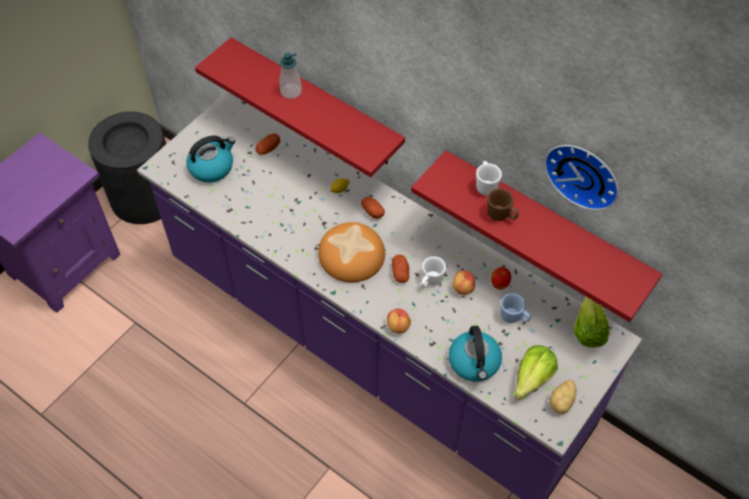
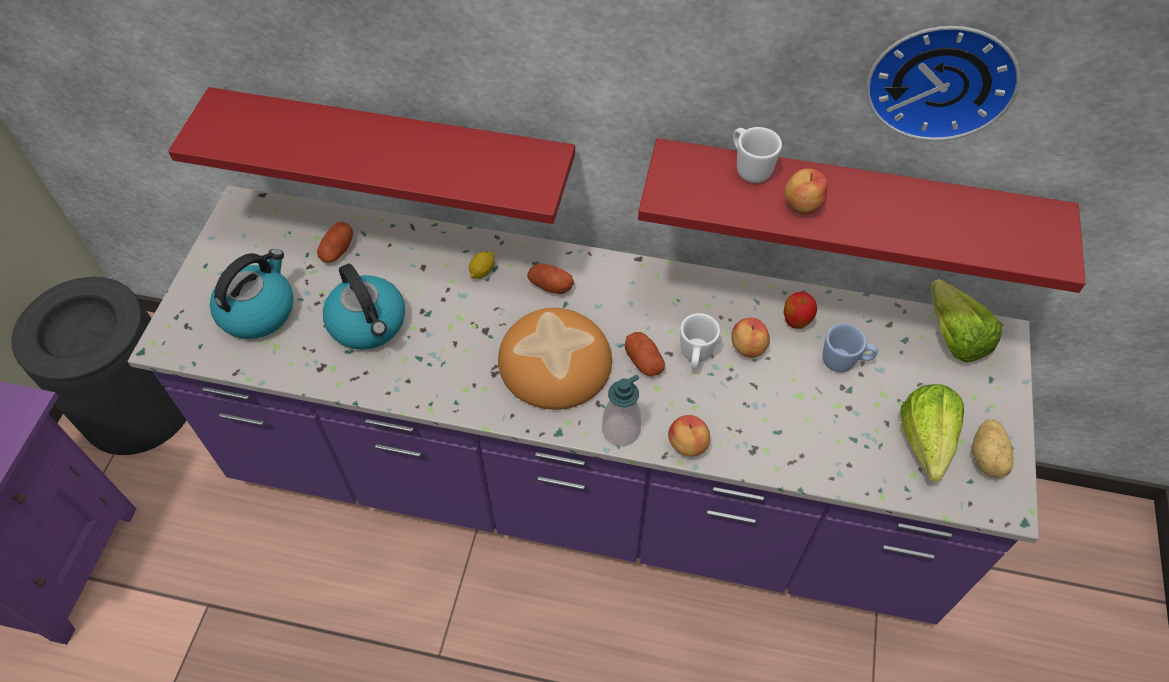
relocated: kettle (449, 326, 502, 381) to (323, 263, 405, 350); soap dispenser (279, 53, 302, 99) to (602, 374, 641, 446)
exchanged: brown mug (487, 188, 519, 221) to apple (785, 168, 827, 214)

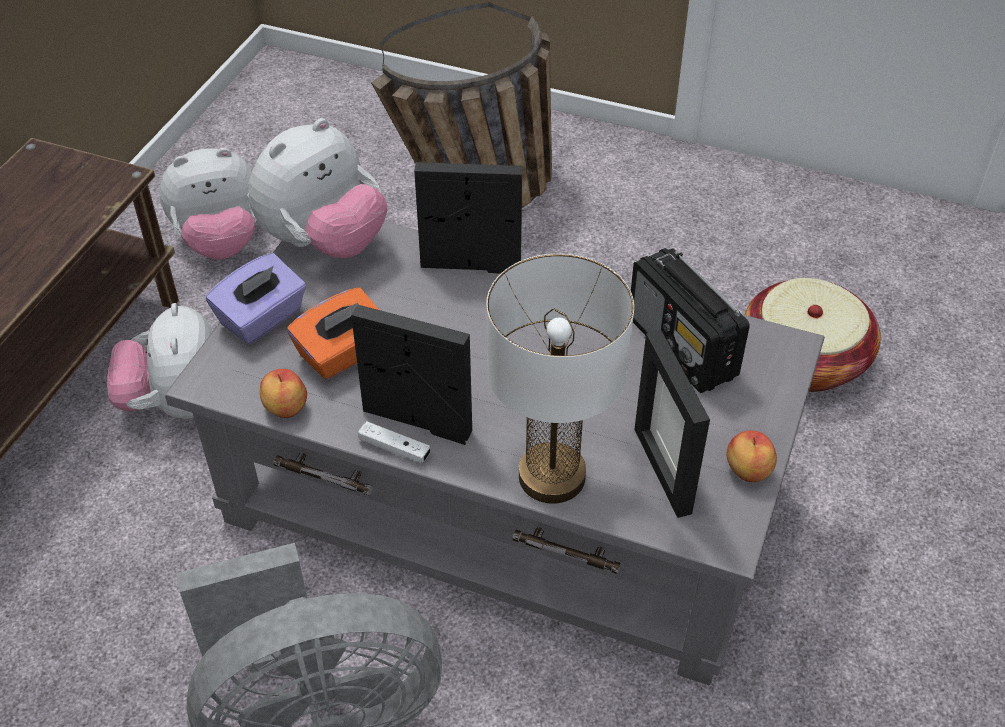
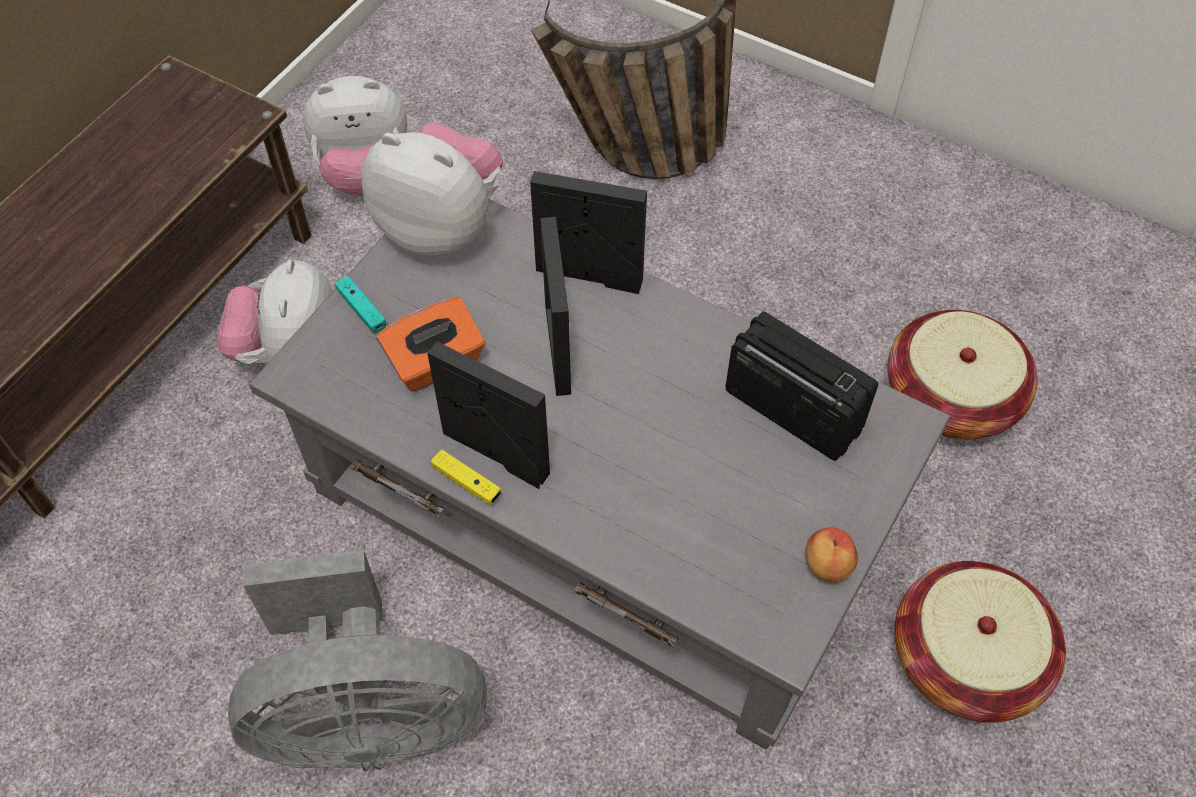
missing: apple (260, 369, 307, 418); table lamp (487, 254, 634, 504)
appeared: basket (894, 561, 1066, 723)
relocated: picture frame (634, 330, 710, 518) to (540, 217, 571, 396)
exchanged: purple tissue box (206, 253, 306, 344) to turquoise game controller (335, 276, 387, 333)
colour: white game controller (358, 421, 431, 463) to yellow game controller (431, 450, 501, 505)
spun: plush toy (249, 118, 387, 258) = (361, 122, 503, 256) 120 degrees counterclockwise; radio (631, 248, 750, 393) = (725, 312, 878, 461) 150 degrees clockwise

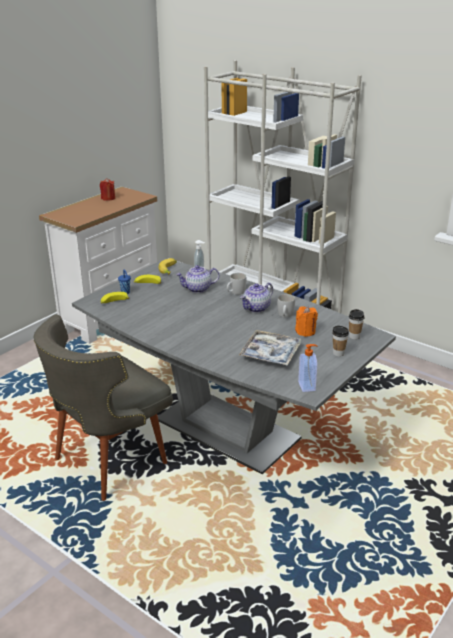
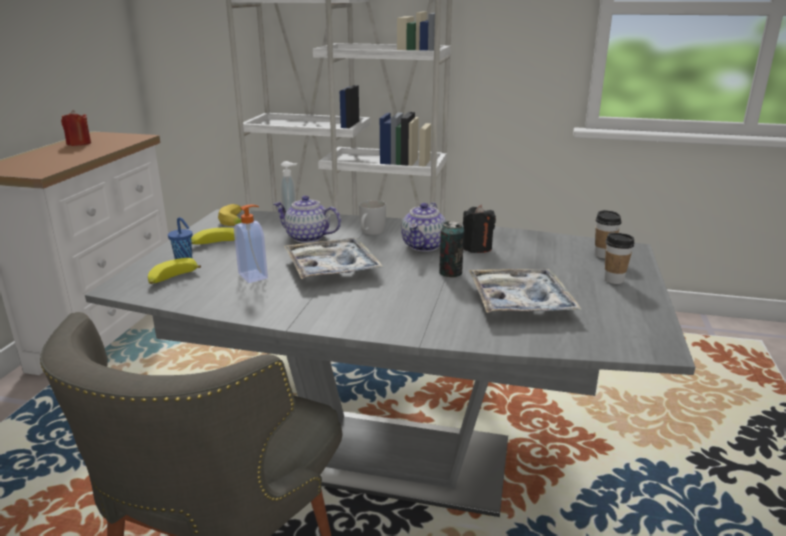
missing: orange candle (295, 306, 318, 337)
appeared: tray (284, 238, 383, 279); can (439, 221, 464, 278)
relocated: soap dispenser (298, 344, 318, 392) to (234, 204, 268, 283)
exchanged: white mug (278, 294, 295, 318) to black candle (463, 205, 496, 253)
spun: teapot (176, 265, 219, 293) = (273, 195, 341, 243) 60 degrees clockwise

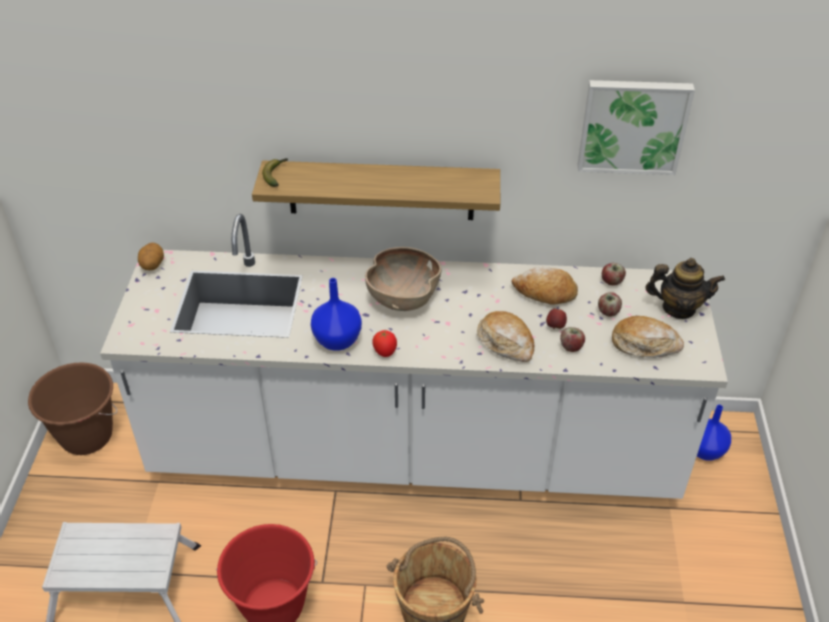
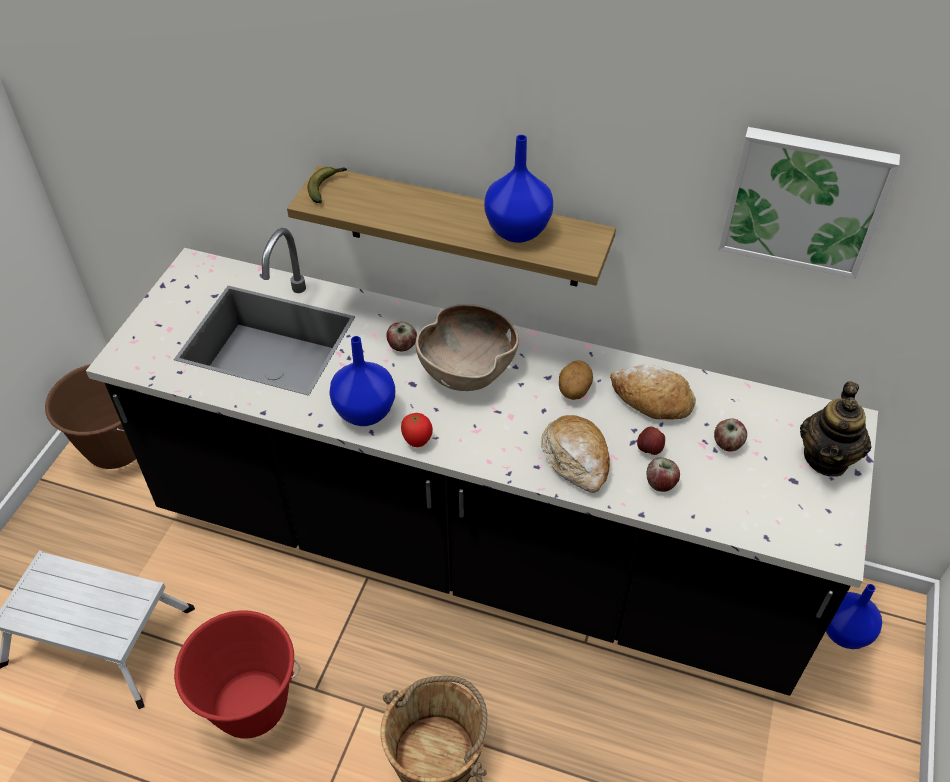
missing: bread (612, 316, 684, 358)
appeared: blue vase (484, 135, 553, 243)
relocated: apple (602, 263, 626, 286) to (386, 322, 417, 351); potato (138, 243, 164, 270) to (559, 360, 593, 400)
colour: white counter (100, 214, 728, 499) to black counter (86, 228, 878, 696)
spun: teapot (645, 258, 725, 319) = (800, 381, 871, 477) 90 degrees clockwise

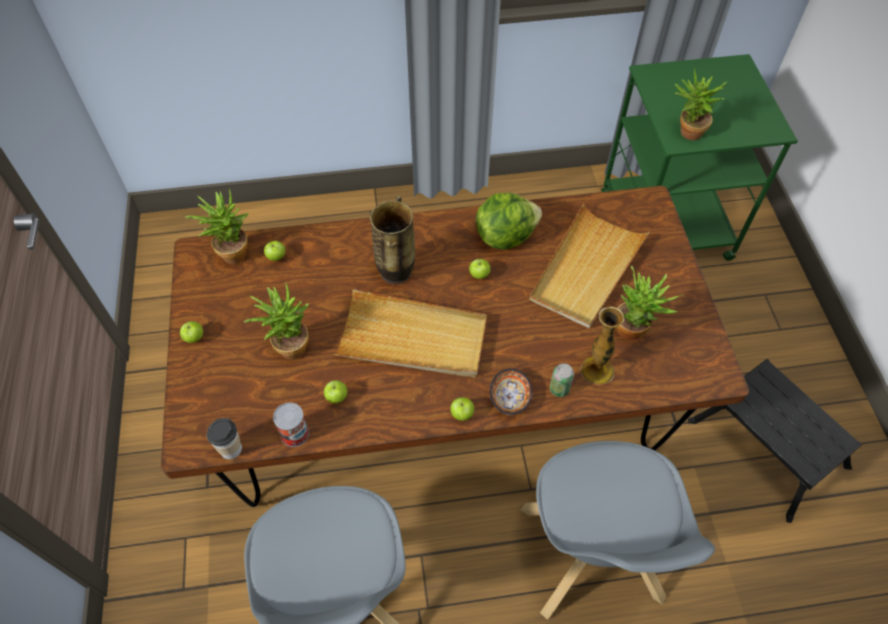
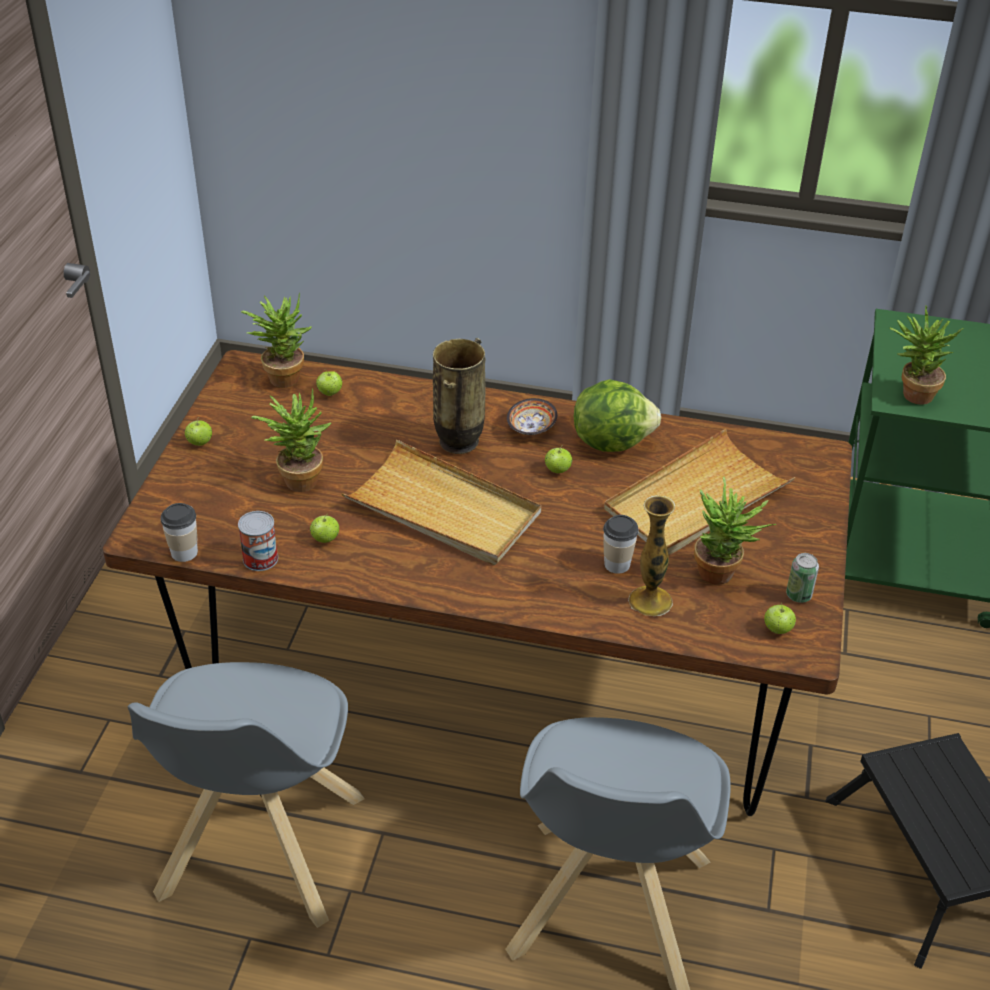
appeared: cup (603, 515, 639, 574)
relocated: bowl (490, 368, 532, 415) to (507, 398, 557, 435); apple (450, 397, 475, 421) to (764, 602, 796, 634); can (550, 363, 574, 397) to (786, 553, 819, 603)

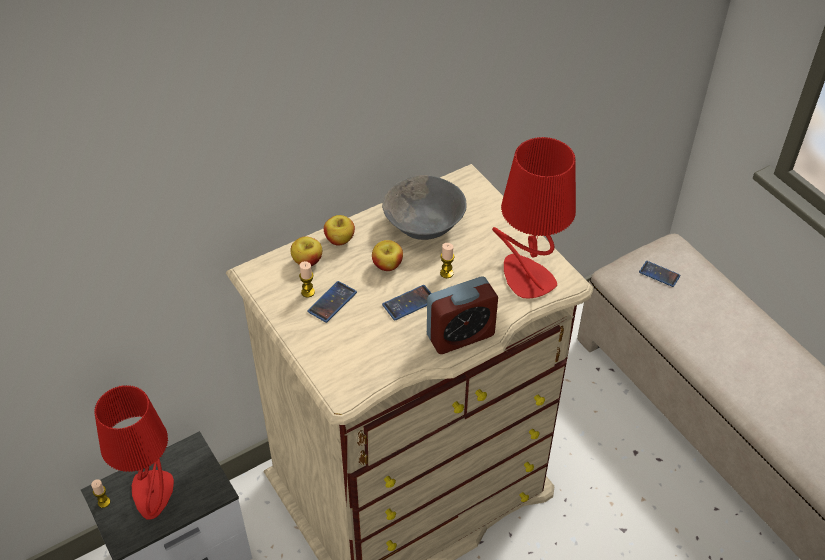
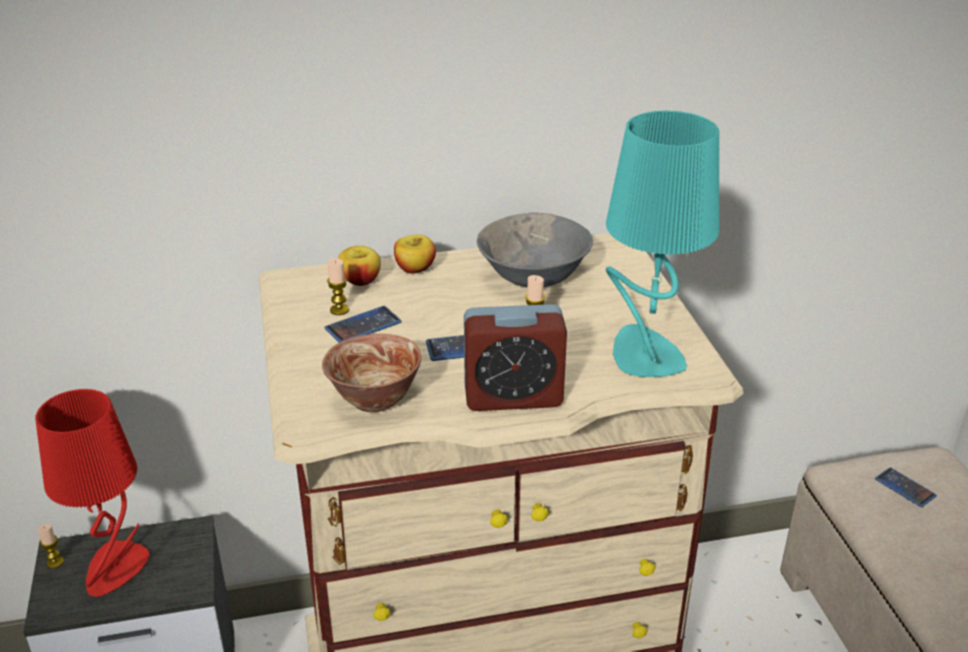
missing: apple (372, 240, 403, 271)
appeared: bowl (322, 334, 421, 412)
colour: red table lamp (492, 137, 576, 299) to turquoise table lamp (606, 110, 719, 377)

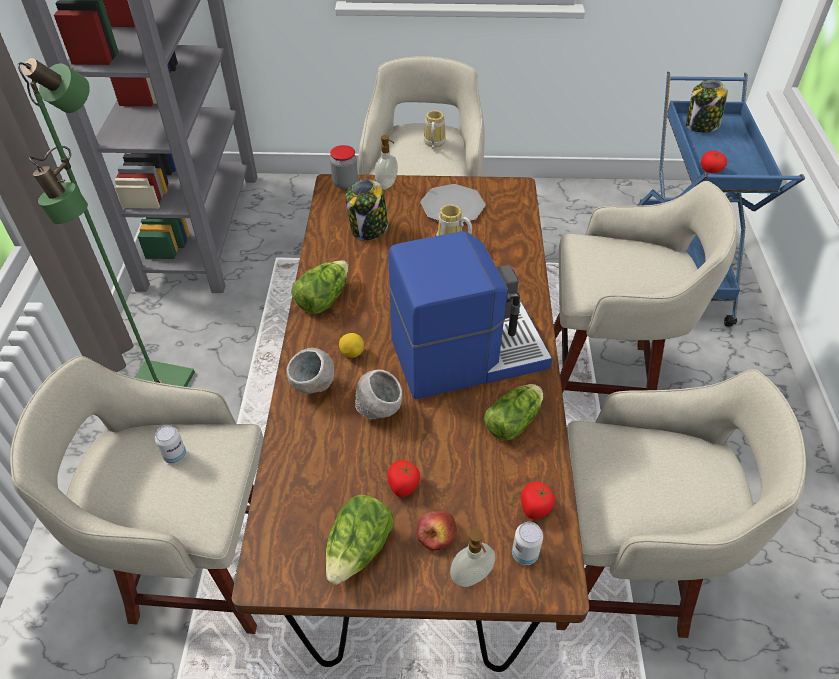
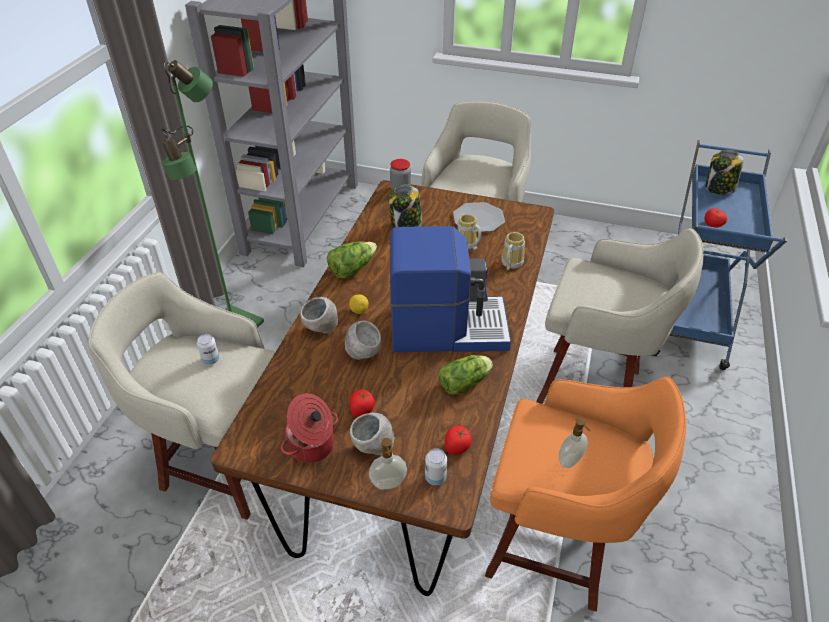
relocated: mug (424, 110, 446, 149) to (501, 232, 525, 270); soap dispenser (375, 135, 398, 190) to (559, 418, 591, 468)
exchanged: lettuce (326, 495, 394, 585) to cooking pot (281, 394, 338, 463); apple (417, 511, 457, 550) to grey bowl (350, 413, 395, 455)
colour: beige stool (556, 369, 806, 638) to orange stool (485, 376, 686, 612)

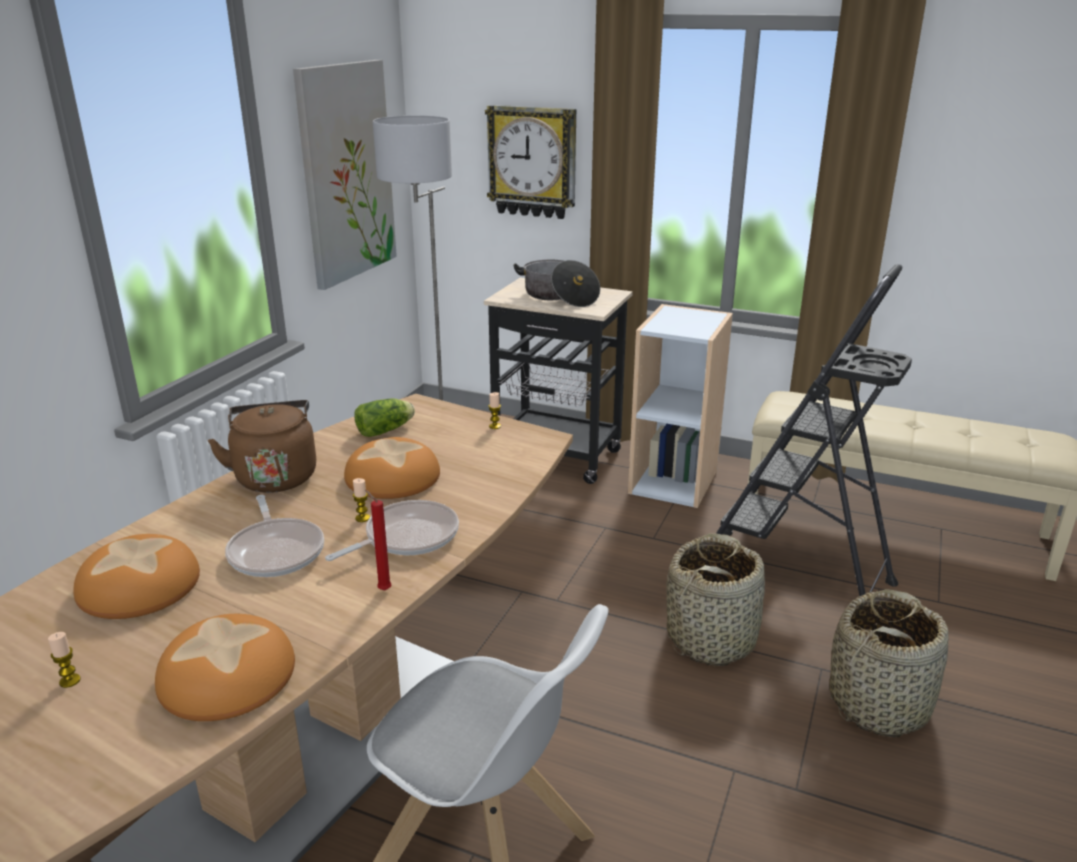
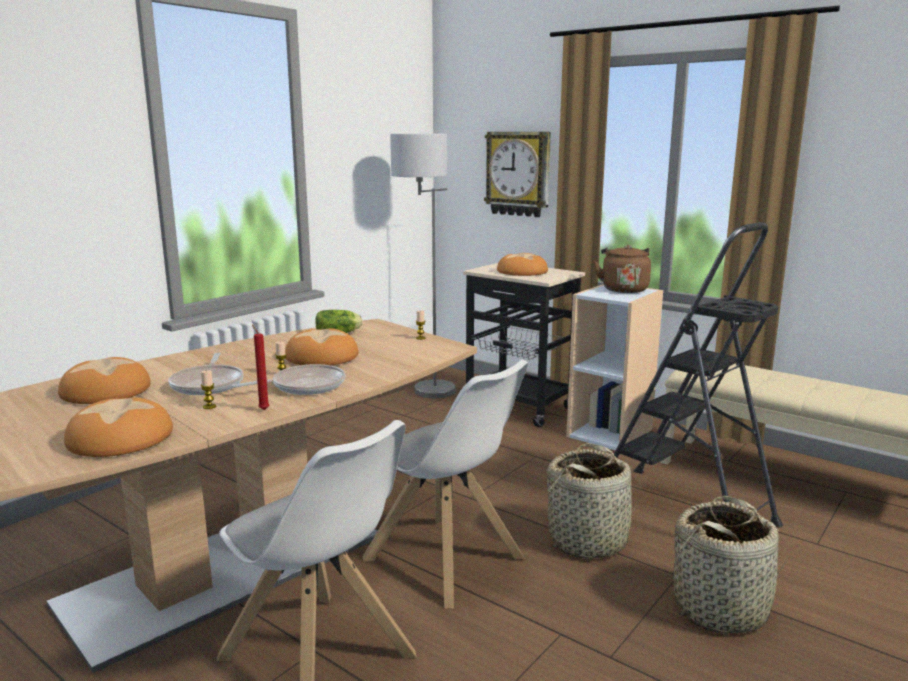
missing: picture (293, 60, 397, 290)
appeared: chair (363, 359, 528, 608)
relocated: candle (48, 632, 80, 688) to (201, 370, 216, 409); brown kettle (208, 400, 316, 493) to (593, 245, 651, 293)
exchanged: cooking pot (513, 260, 600, 307) to bread (497, 253, 548, 276)

